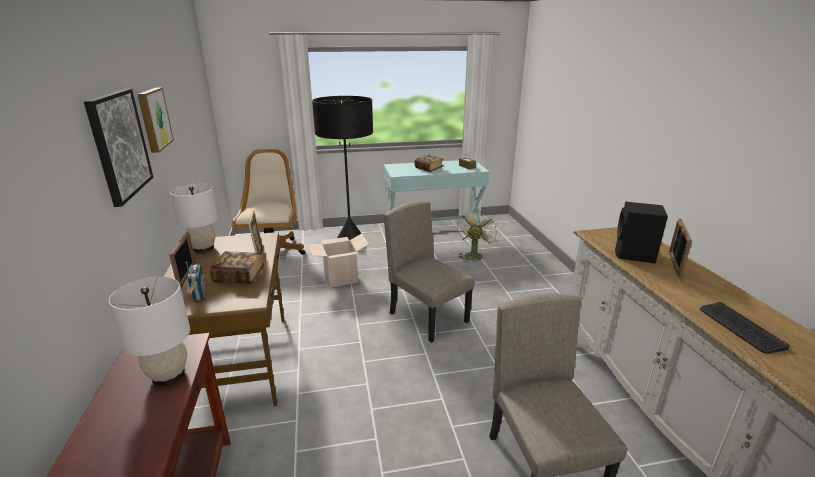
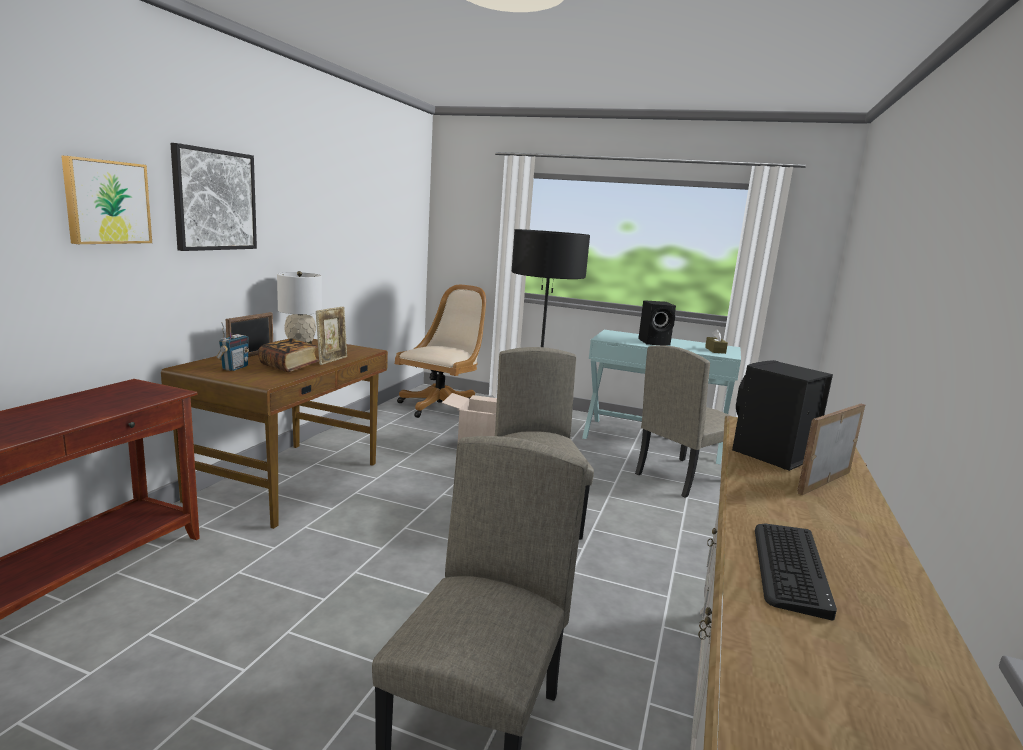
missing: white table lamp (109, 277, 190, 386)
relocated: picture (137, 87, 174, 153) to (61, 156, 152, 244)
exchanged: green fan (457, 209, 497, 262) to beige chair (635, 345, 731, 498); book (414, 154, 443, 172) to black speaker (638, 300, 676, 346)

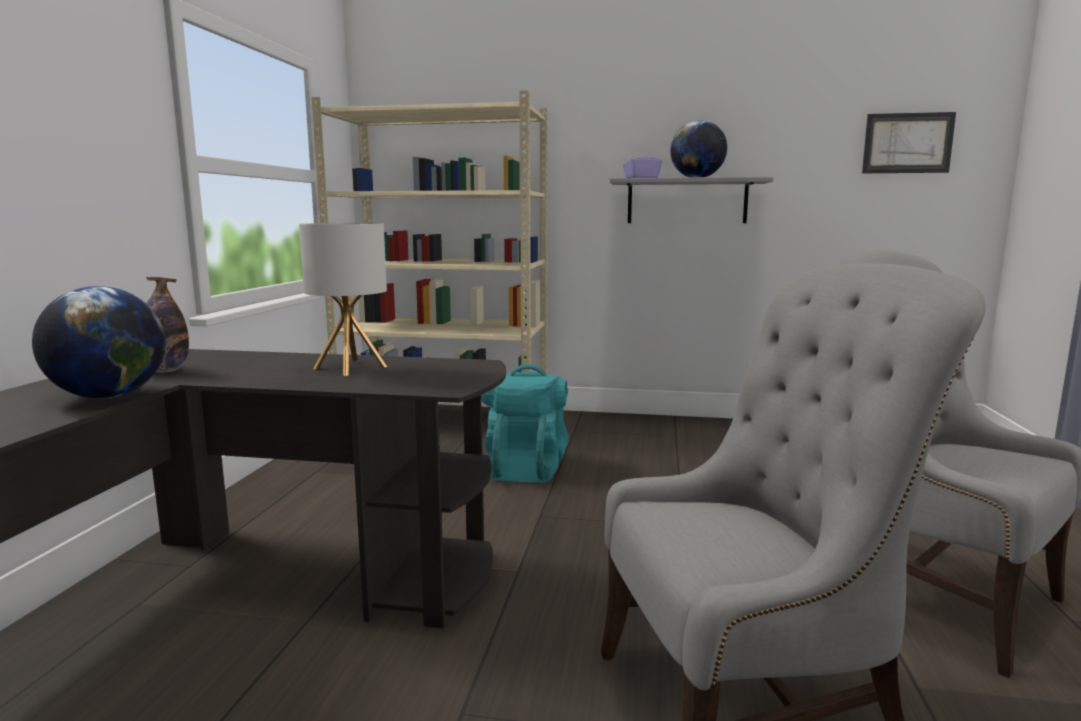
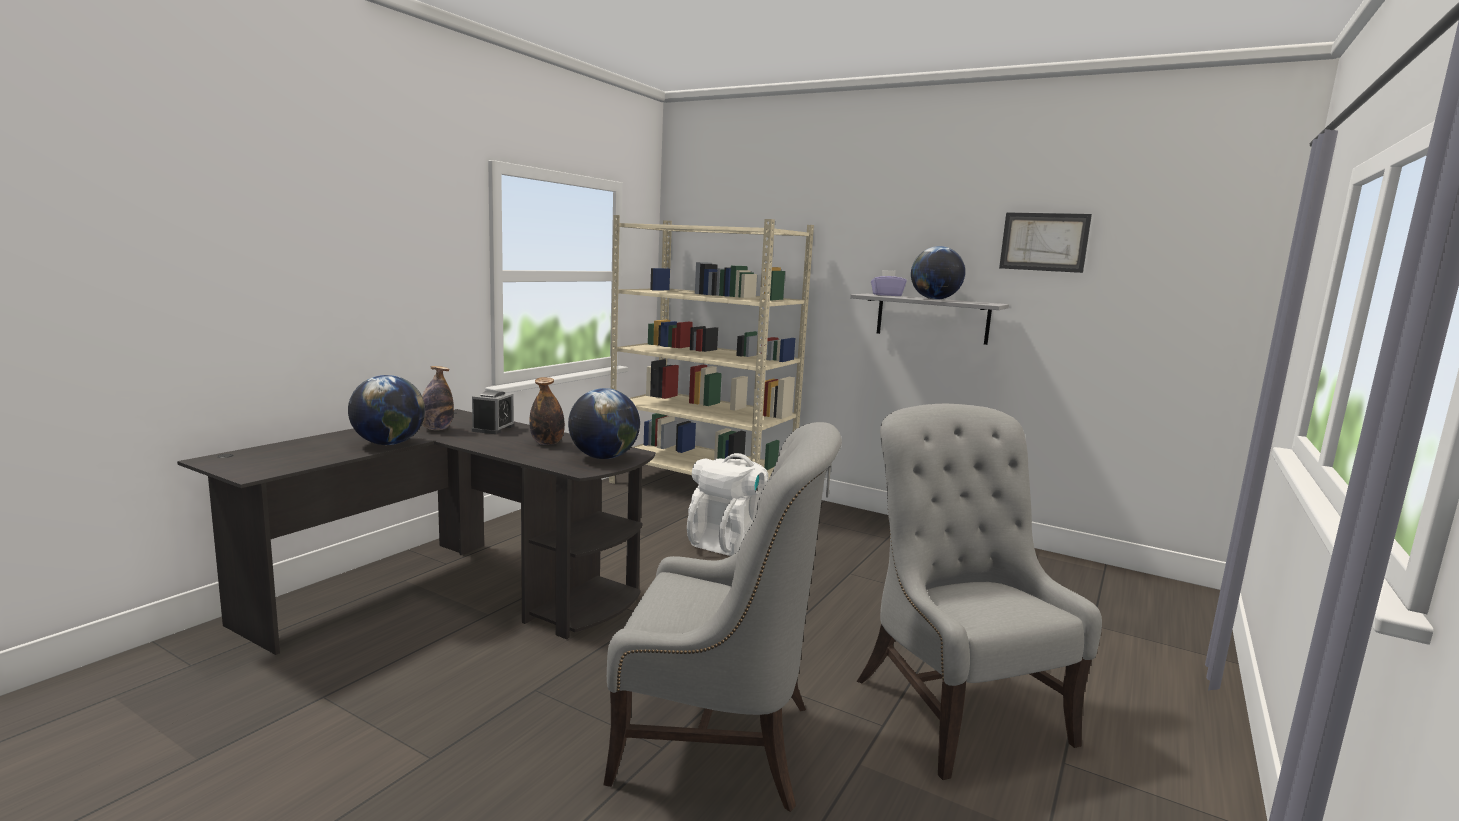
appeared: alarm clock (472, 390, 515, 434); globe (568, 388, 640, 459)
relocated: picture (862, 112, 956, 173) to (999, 212, 1092, 273)
exchanged: table lamp (299, 223, 387, 376) to bottle (529, 377, 565, 445)
colour: turquoise backpack (481, 364, 569, 483) to white backpack (687, 453, 768, 556)

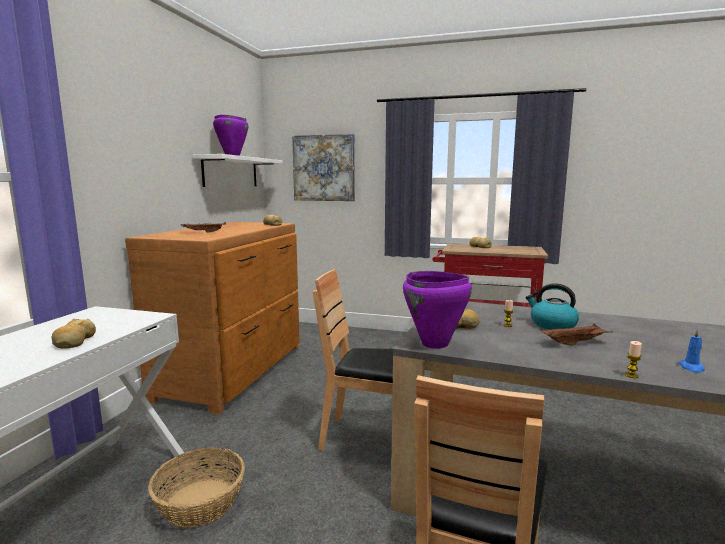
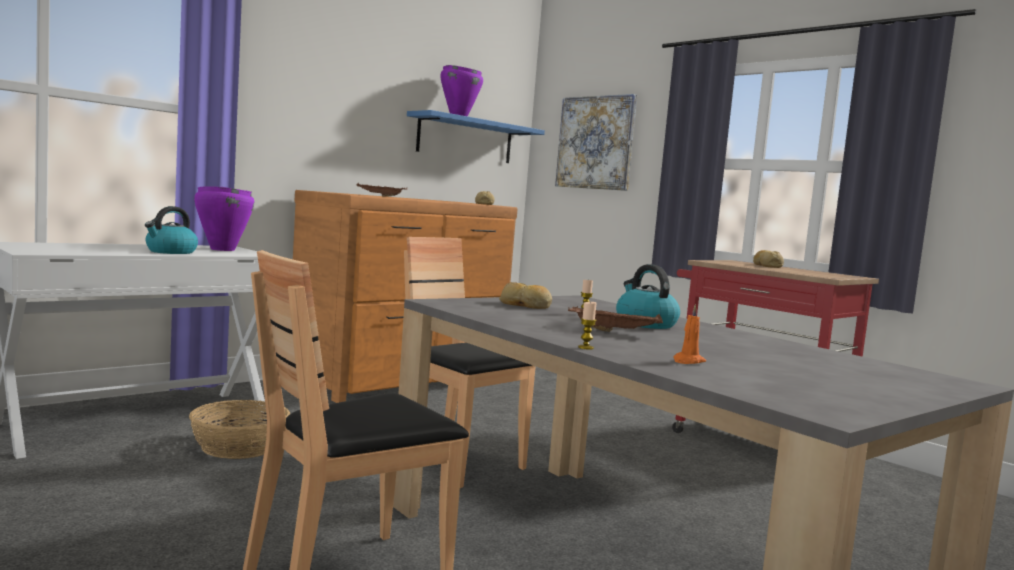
relocated: purple cooking pot (403, 271, 472, 349) to (194, 186, 255, 251)
exchanged: bread (52, 318, 96, 349) to kettle (145, 206, 198, 254)
colour: white shelf (193, 154, 283, 187) to blue shelf (407, 110, 545, 163); blue candle (678, 329, 705, 373) to orange candle (673, 304, 706, 364)

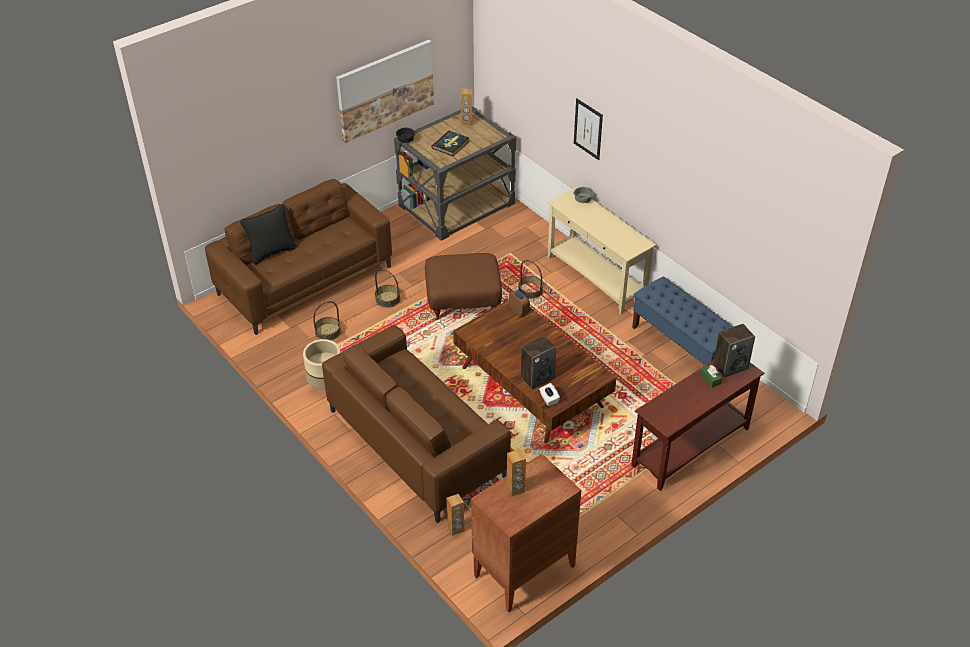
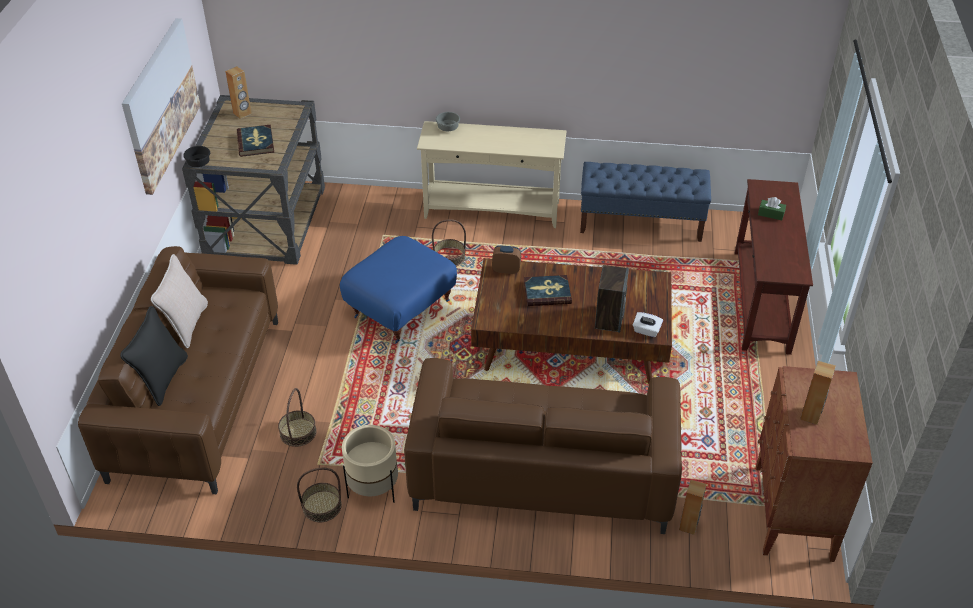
missing: picture (574, 99, 603, 160); speaker (713, 324, 755, 377)
appeared: beige pillow (151, 254, 208, 348); book (524, 275, 572, 306)
relocated: basket (375, 269, 400, 308) to (297, 468, 342, 522)
colour: brown ottoman (425, 253, 502, 320) to blue ottoman (340, 236, 457, 343)

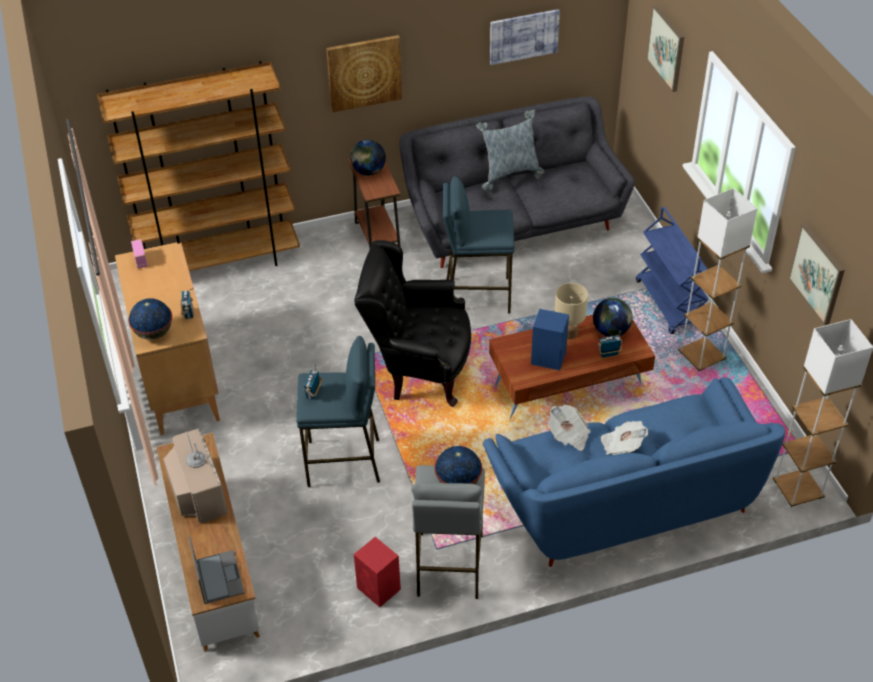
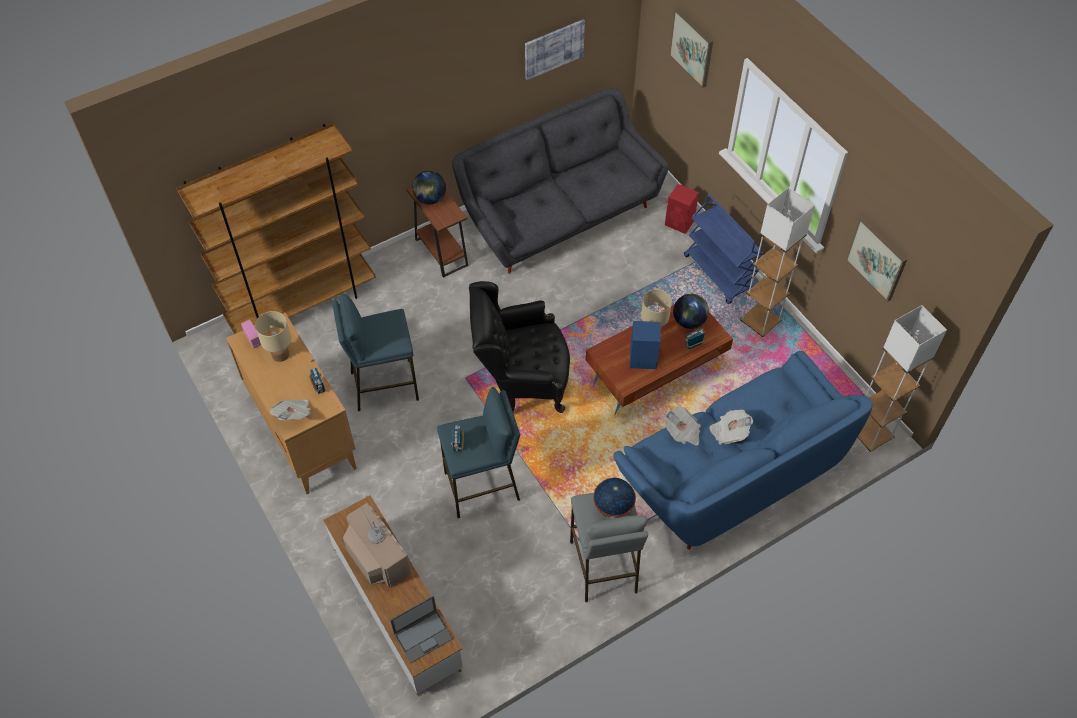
missing: picture (326, 35, 402, 112); pillow (476, 110, 545, 190)
appeared: beige table lamp (255, 311, 291, 362)
relocated: blue stool (443, 176, 514, 314) to (332, 293, 419, 411); red speaker (354, 537, 401, 607) to (665, 184, 699, 234)
exchanged: globe (128, 298, 172, 340) to newspaper (269, 399, 311, 420)
spun: laptop (189, 536, 244, 604) = (390, 595, 453, 663) 90 degrees clockwise

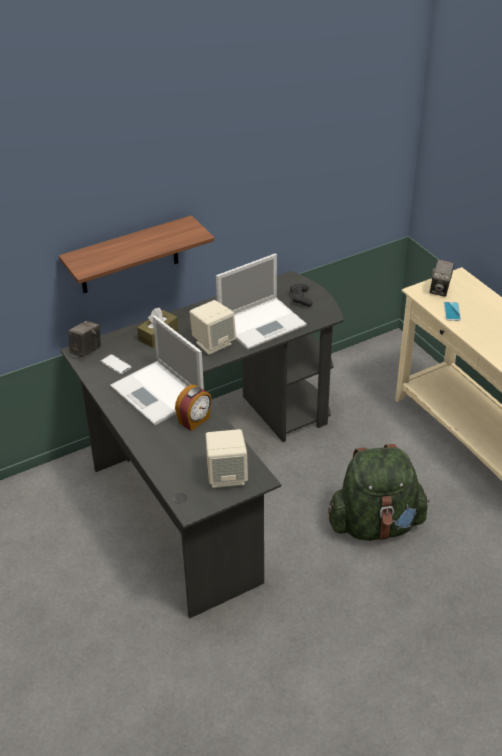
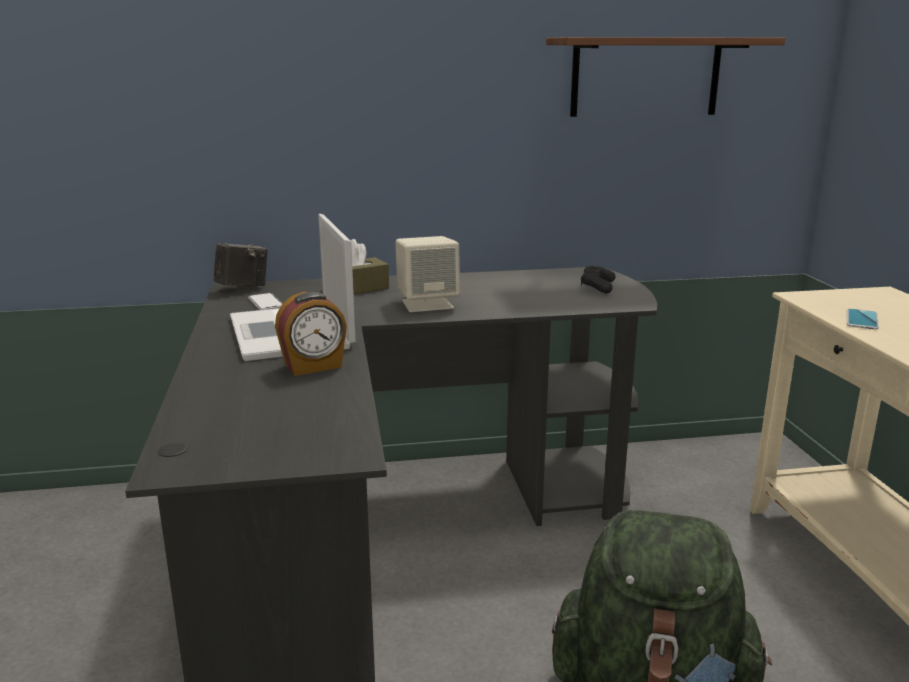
missing: beige speaker (206, 429, 248, 488); laptop (216, 254, 307, 350); photo camera (430, 259, 454, 297)
relocated: shelf (59, 215, 215, 293) to (546, 37, 785, 117)

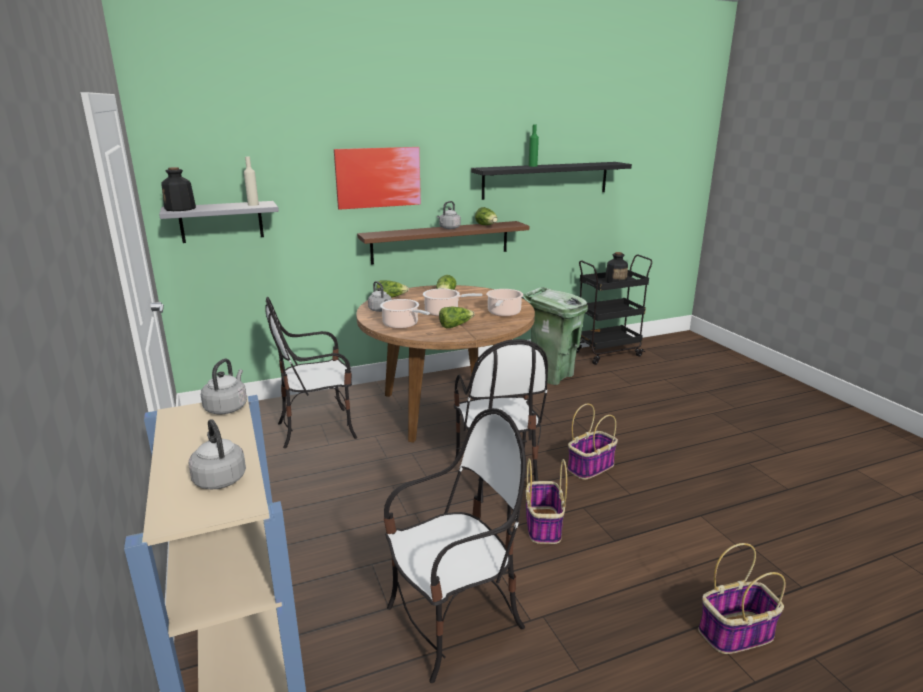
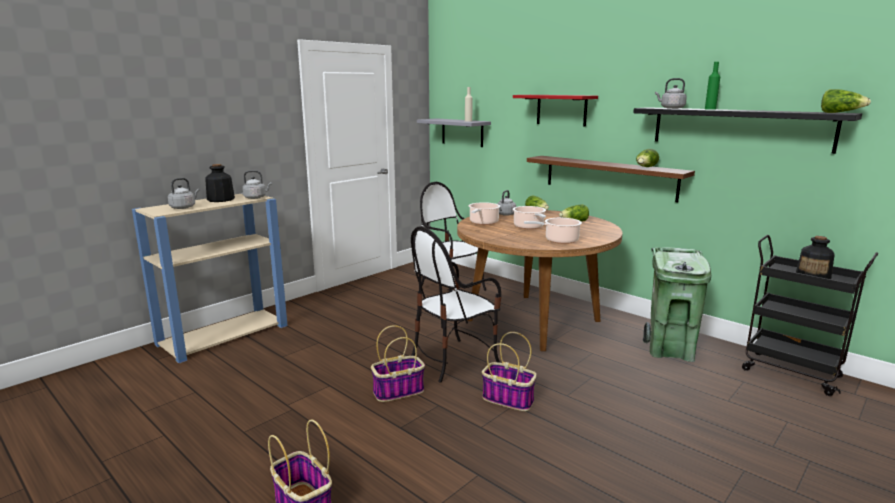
missing: chair (384, 408, 526, 683)
relocated: bottle (161, 167, 196, 211) to (205, 164, 235, 202); grey kettle (437, 201, 461, 229) to (655, 78, 687, 109); lettuce (439, 307, 474, 328) to (821, 89, 871, 113)
exchanged: picture (334, 147, 421, 210) to red shelf (513, 95, 598, 127)

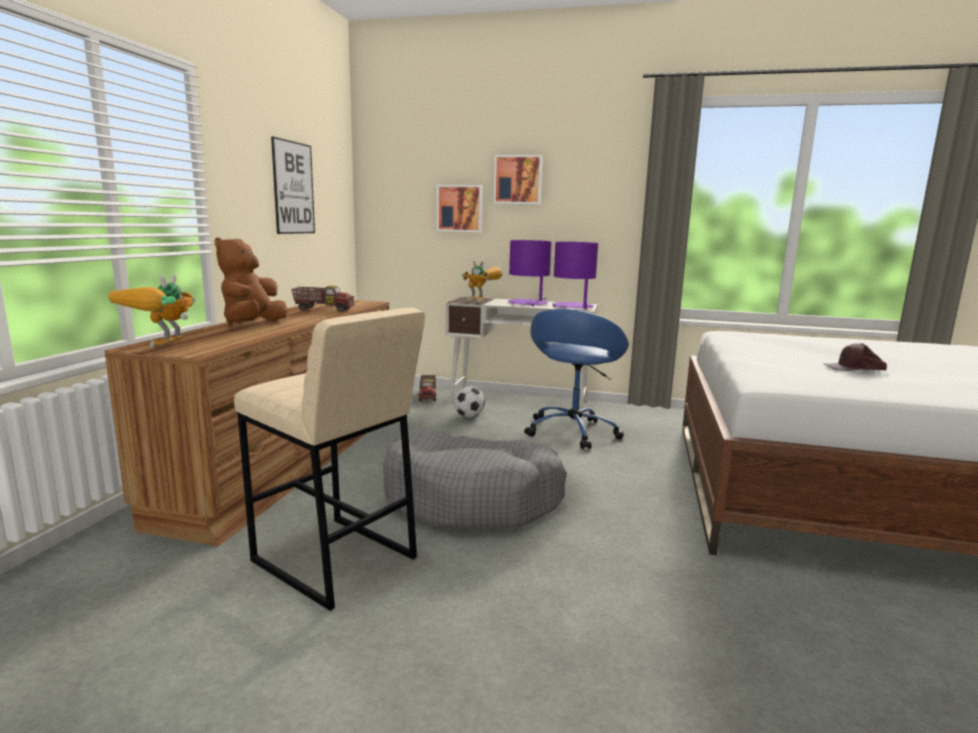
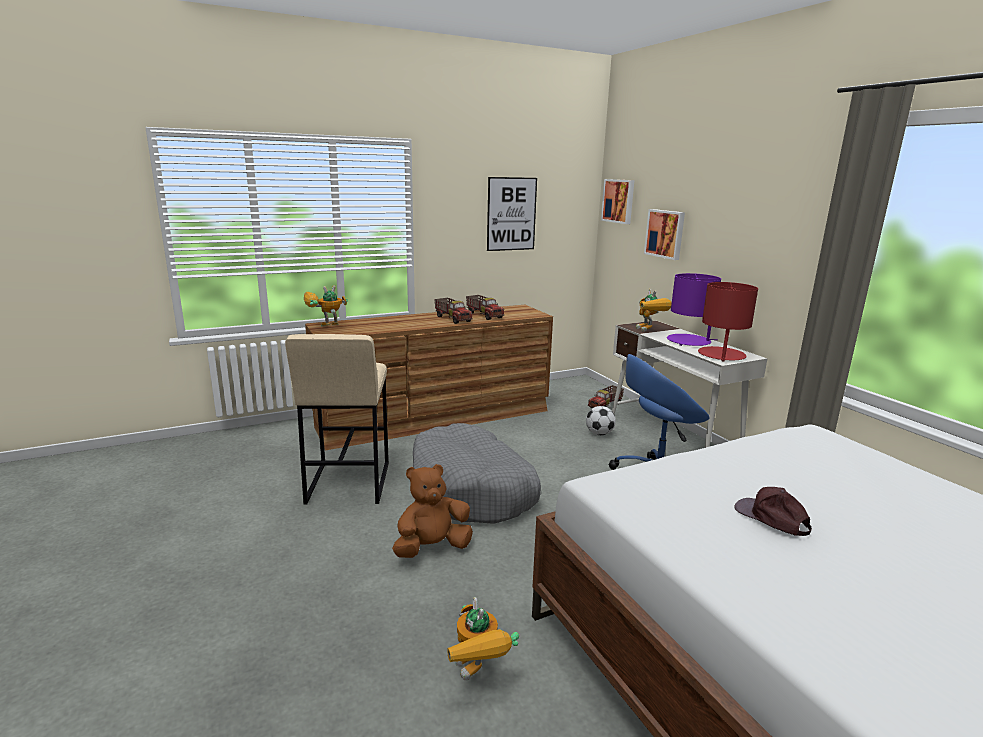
appeared: toy truck (434, 298, 473, 324); toy robot (447, 597, 519, 681)
relocated: brown plush toy (215, 237, 288, 324) to (392, 464, 473, 558); picture (493, 155, 543, 205) to (601, 179, 634, 224)
colour: purple table lamp (552, 242, 598, 309) to red table lamp (698, 282, 758, 362)

